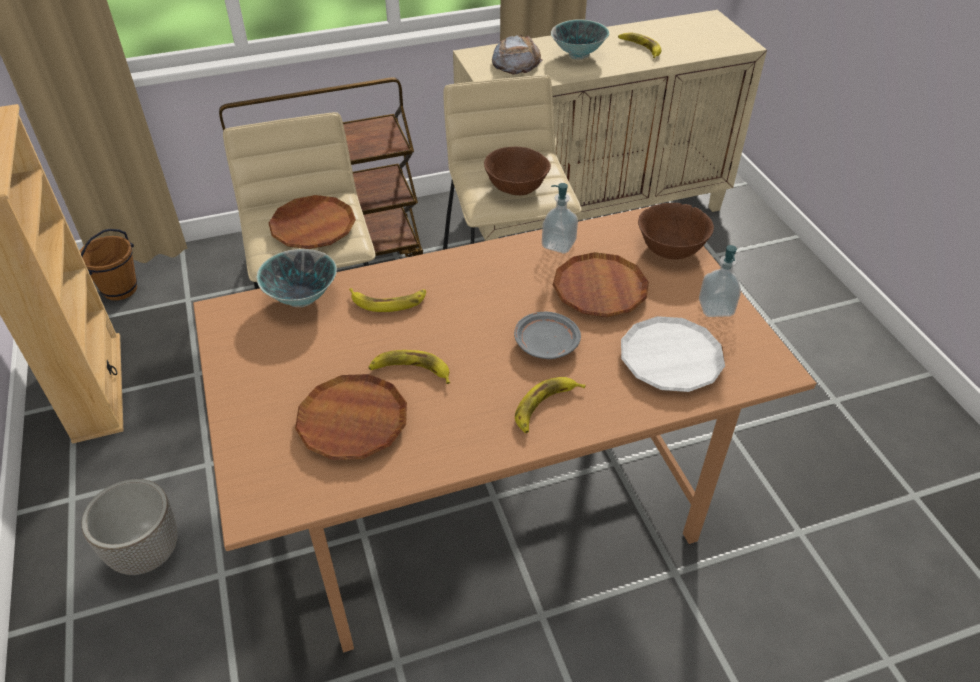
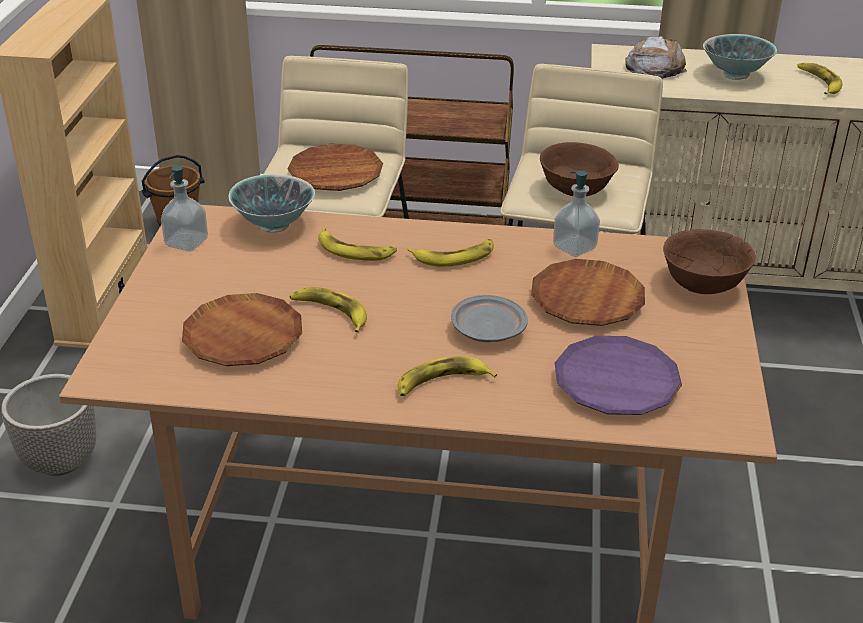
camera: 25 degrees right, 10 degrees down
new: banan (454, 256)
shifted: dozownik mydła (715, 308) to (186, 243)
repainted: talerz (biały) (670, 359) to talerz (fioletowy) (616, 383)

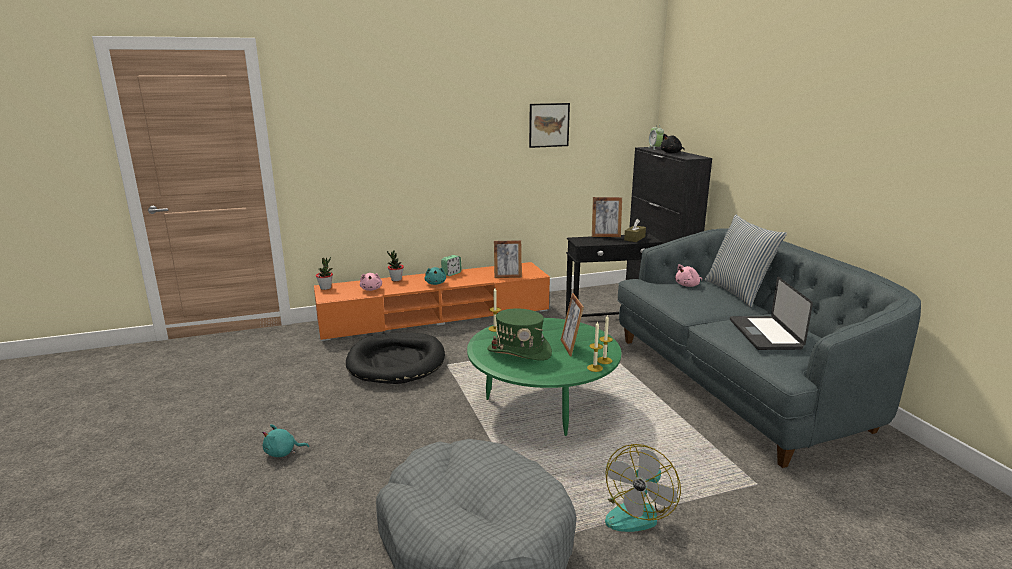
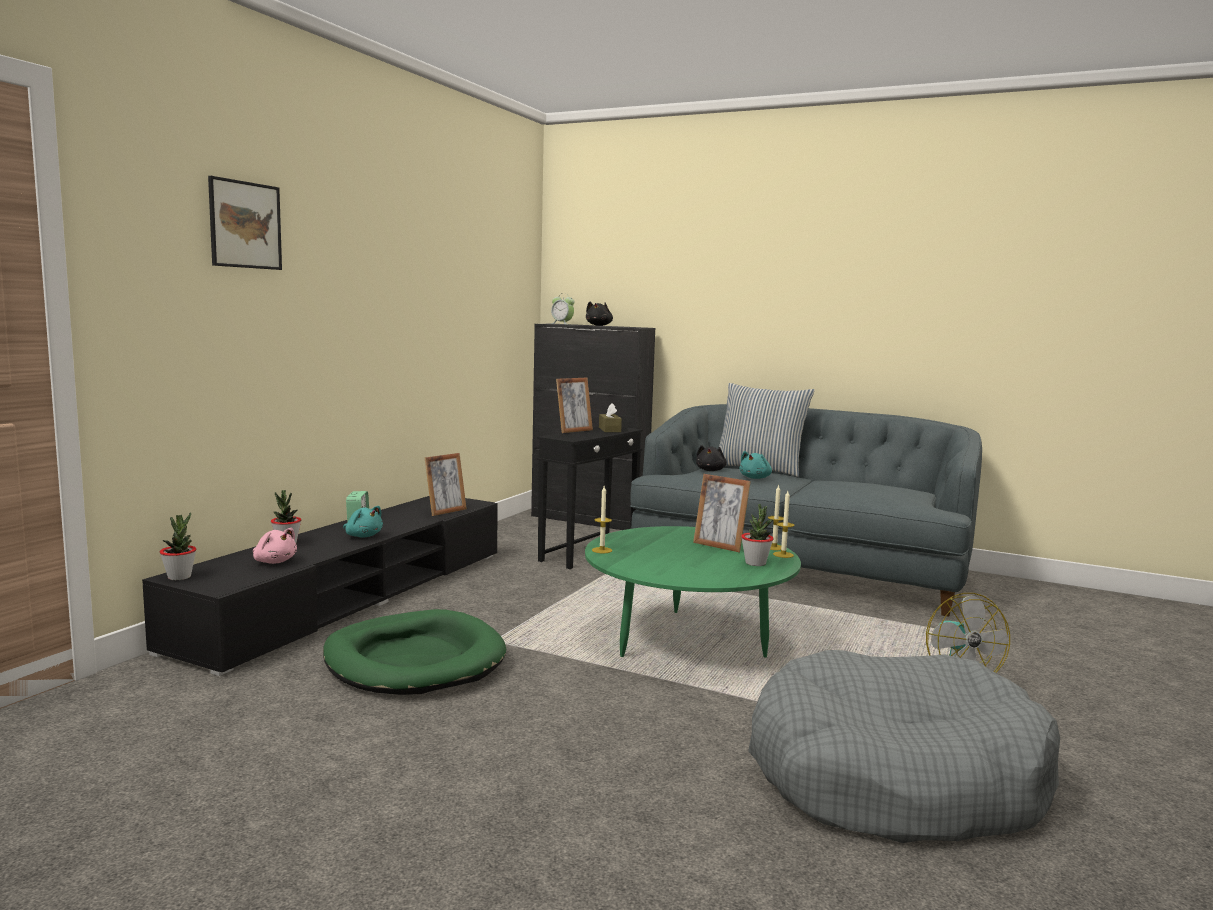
camera: 45 degrees left, 10 degrees down
gone: kapelusz (zielony) (519, 351); laptop (764, 334)
new: roślina doniczkowa (755, 563)
shifted: pluszak (turkusowy) (283, 452) to (755, 478); obraz (549, 125) to (245, 225)
repainted: szafka pod telewizor (pomarańczowy) (436, 316) to szafka pod telewizor (czarny) (353, 596); legowisko (czarny) (396, 362) to legowisko (zielony) (414, 660); pluszak (różowy) (688, 285) to pluszak (czarny) (710, 470)

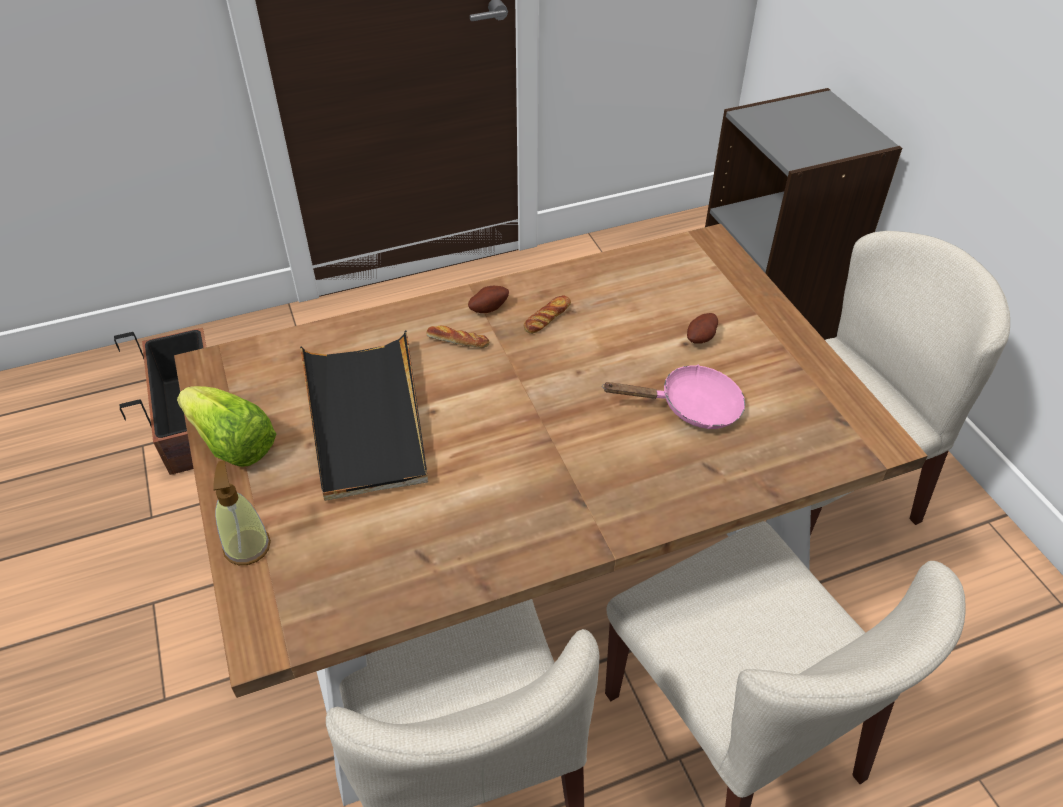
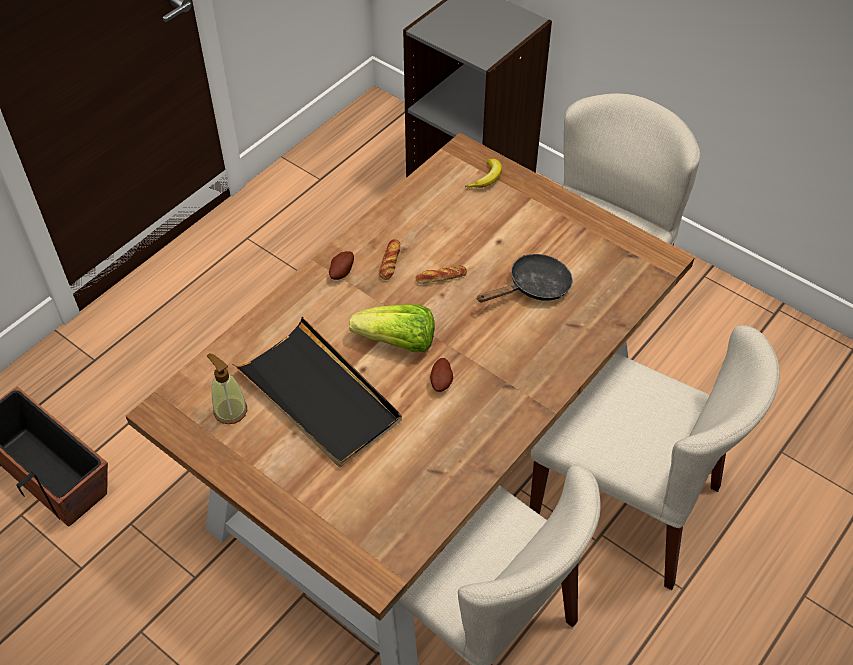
camera: 30 degrees left, 5 degrees up
new: banan (487, 178)
shifted: sałata (232, 444) to (398, 342); dozownik mydła (247, 546) to (230, 410); chleb (458, 341) to (441, 277); ziemniak (701, 338) to (441, 381)
repainted: patelnia (różowy) (691, 407) to patelnia (czarny) (534, 287)

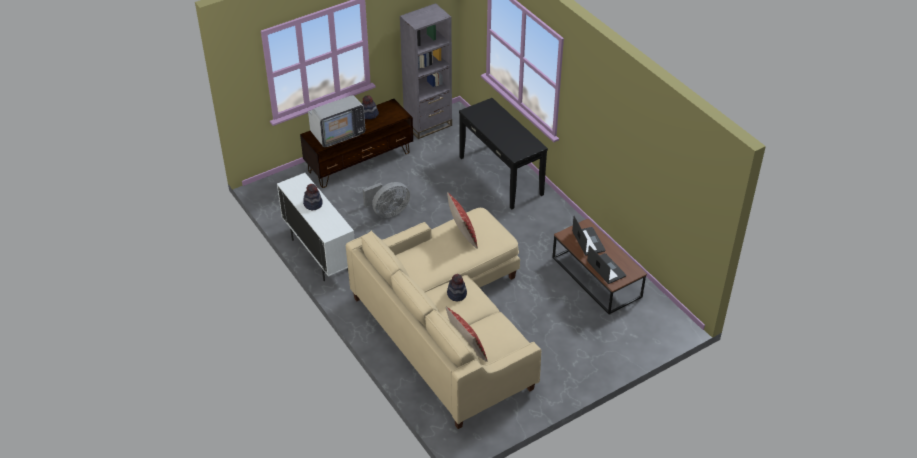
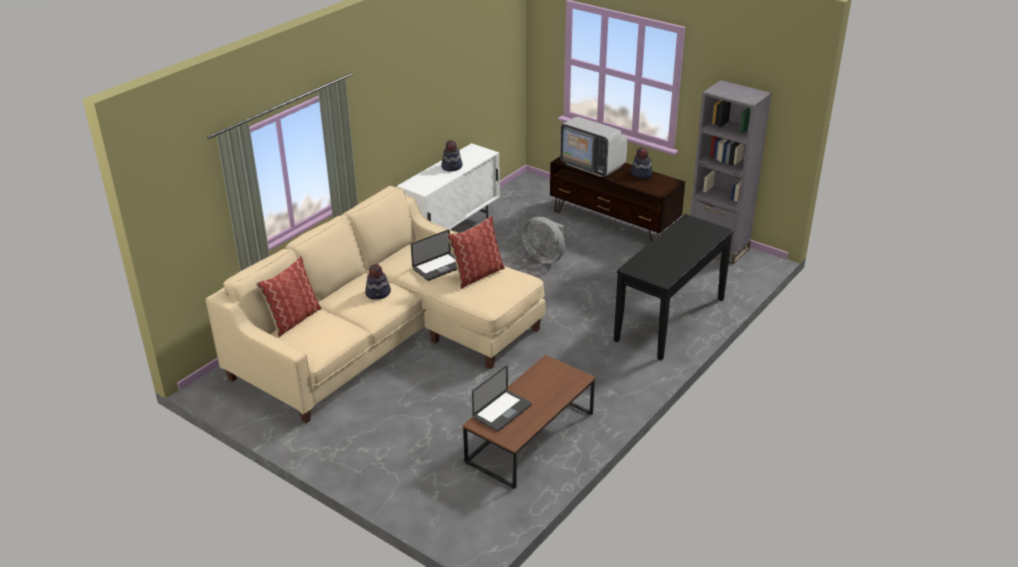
camera: 70 degrees right, 10 degrees down
shifted: laptop (588, 242) to (439, 267)

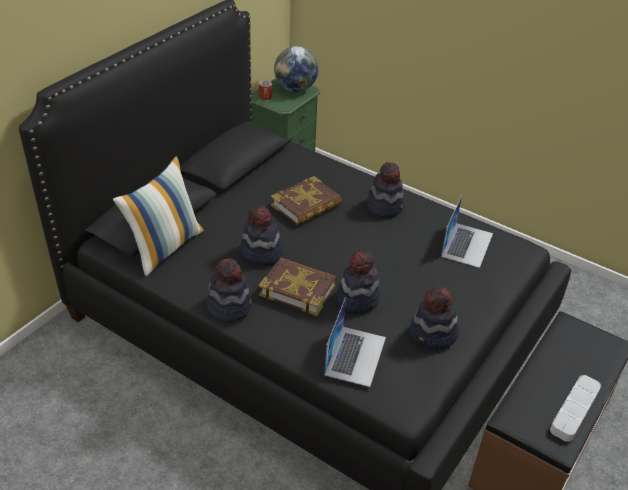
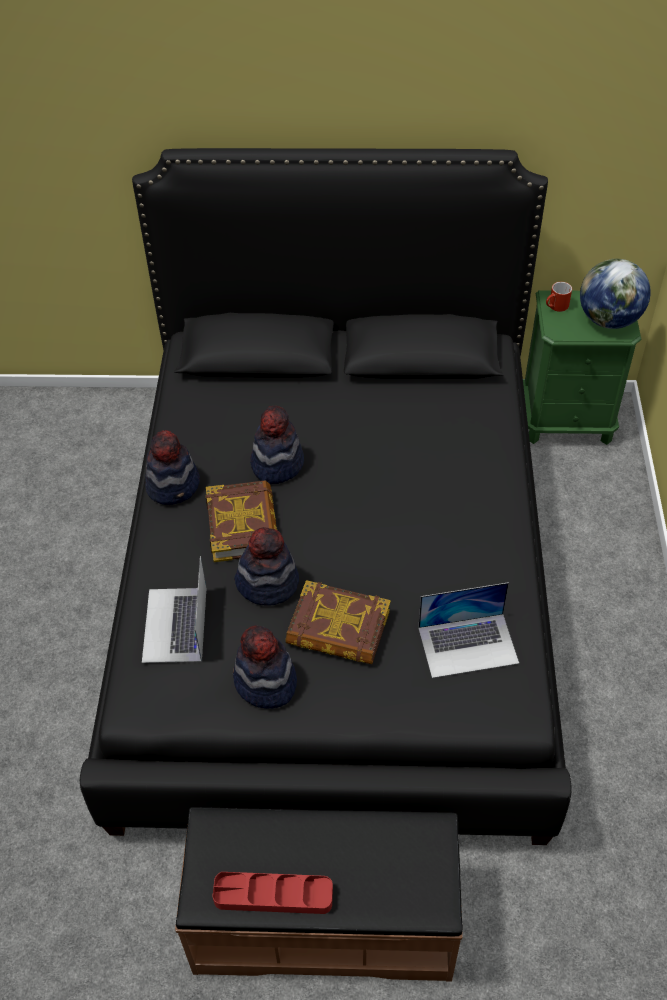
camera: 60 degrees right, 10 degrees up
gone: poduszka (165, 247); kapelusz (385, 206)
shifted: książka (306, 206) to (338, 629)
repainted: taca (szary) (574, 410) to taca (czerwony) (273, 895)
rotated: laptop (355, 355) = (175, 625) 105 degrees clockwise

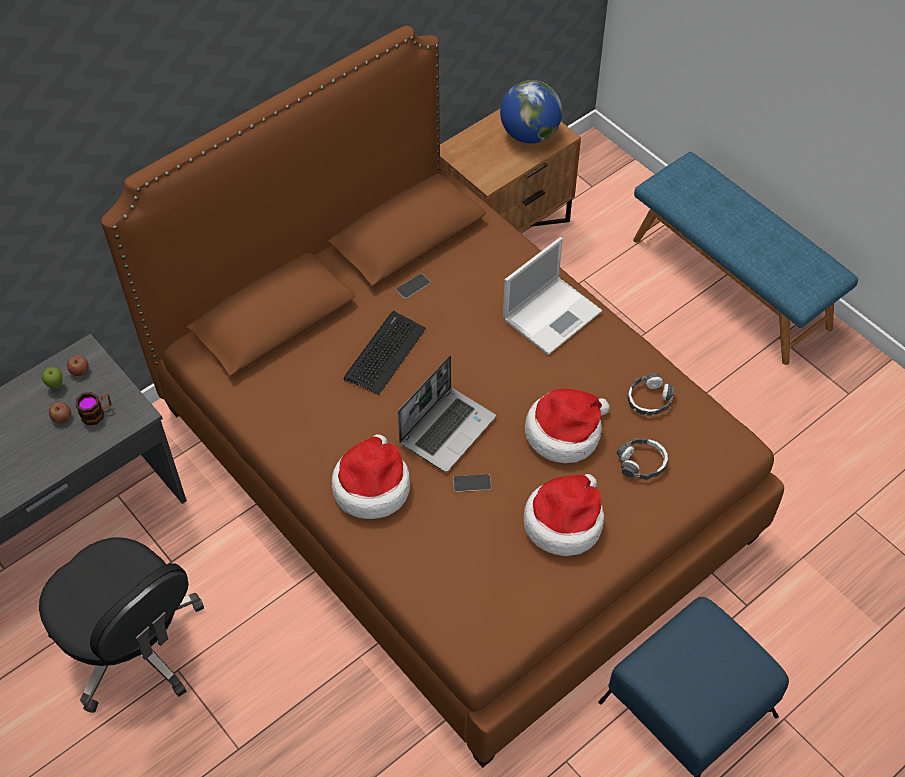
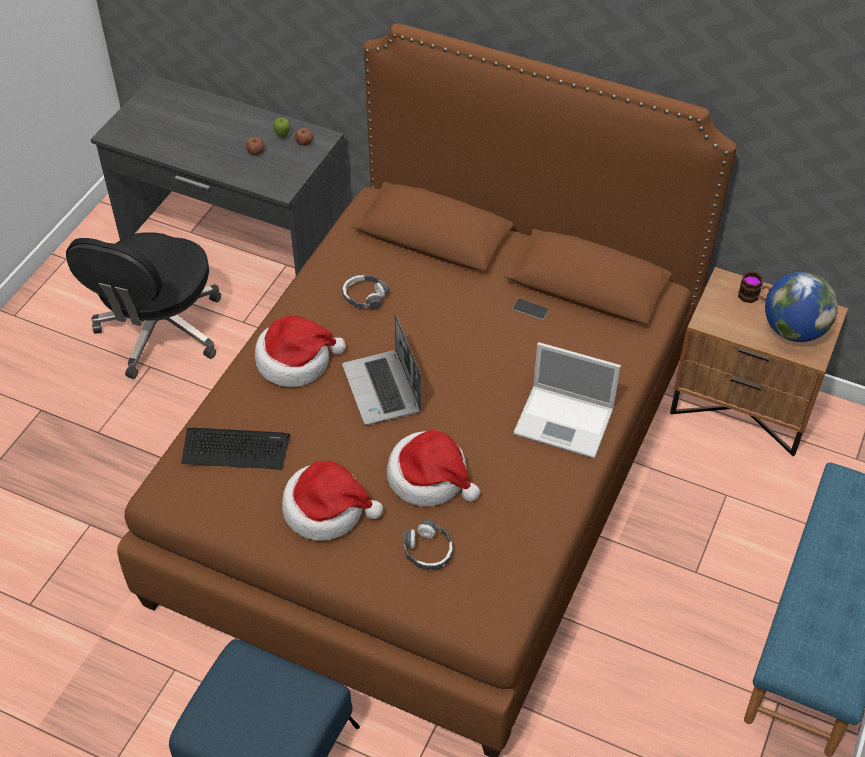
camera: 65 degrees right, 5 degrees down
gone: telefon (472, 483)
shifted: kubek (97, 413) to (752, 297); klawiatura (385, 353) to (235, 449); słuchawki (649, 399) to (365, 297)
rotated: laptop (447, 429) = (383, 389) 60 degrees clockwise

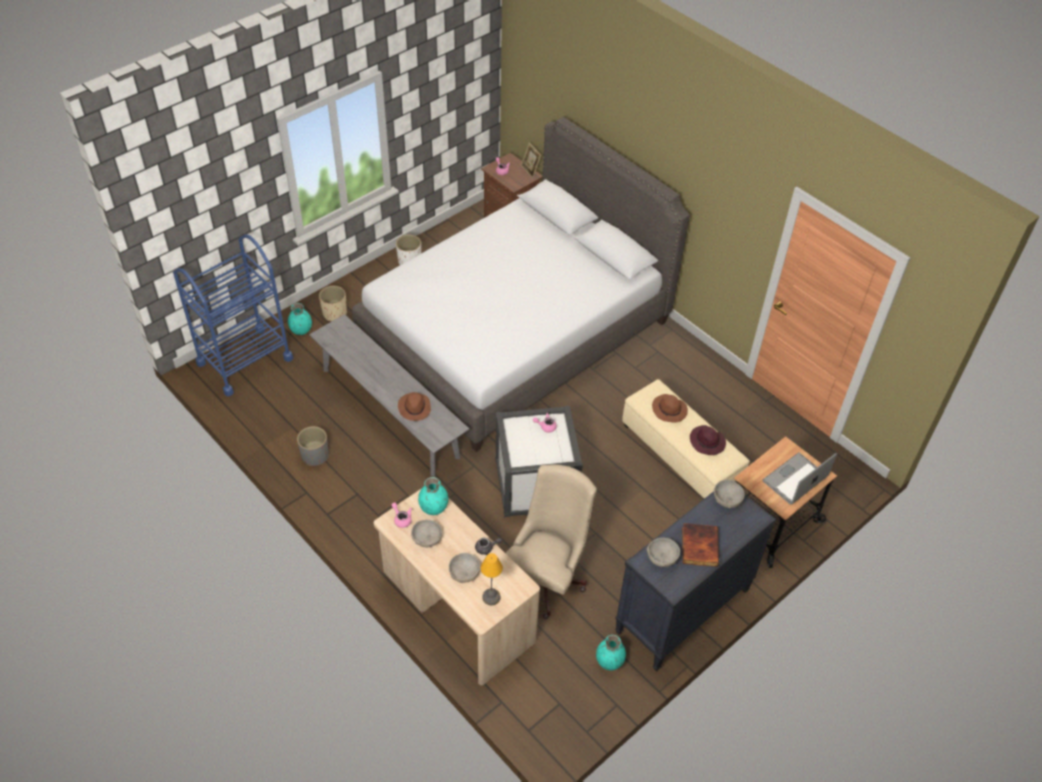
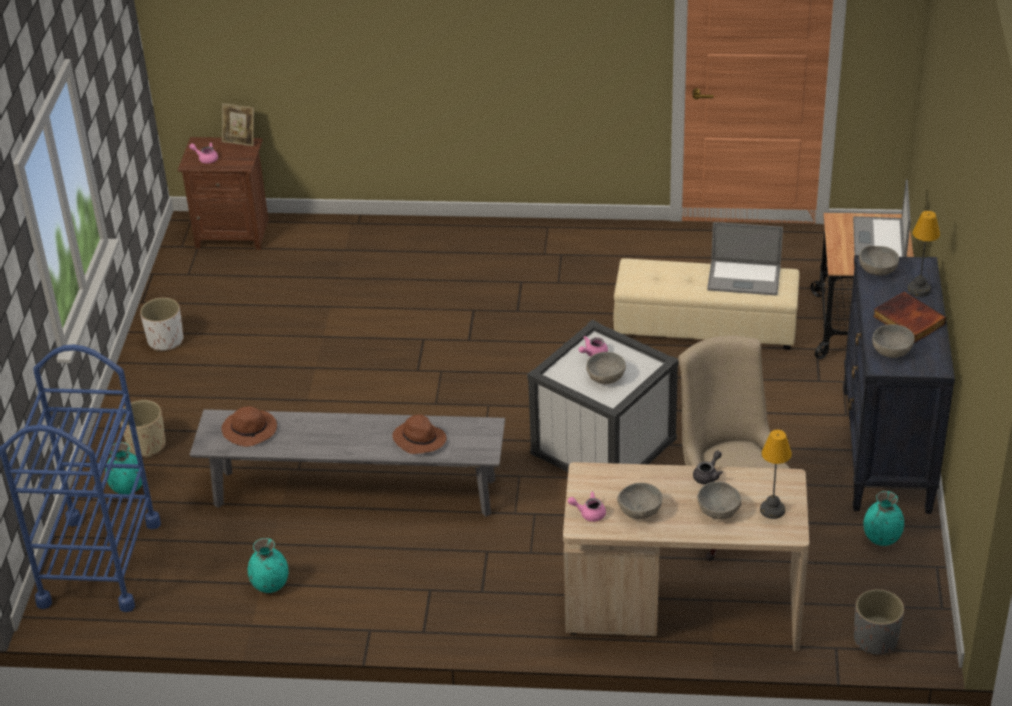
camera: 40 degrees left, 10 degrees down
gone: łóżko (szary) (514, 332)
new: miska (szary) (605, 377); lampa stołowa (919, 290)
shifted: donica (szary) (315, 456) to (876, 639); wazon (turkusowy) (433, 507) to (270, 585); kapelusz (brązowy) (669, 410) to (250, 430)
swapped: kapelusz (fioletowy) (707, 442) to laptop (744, 278)

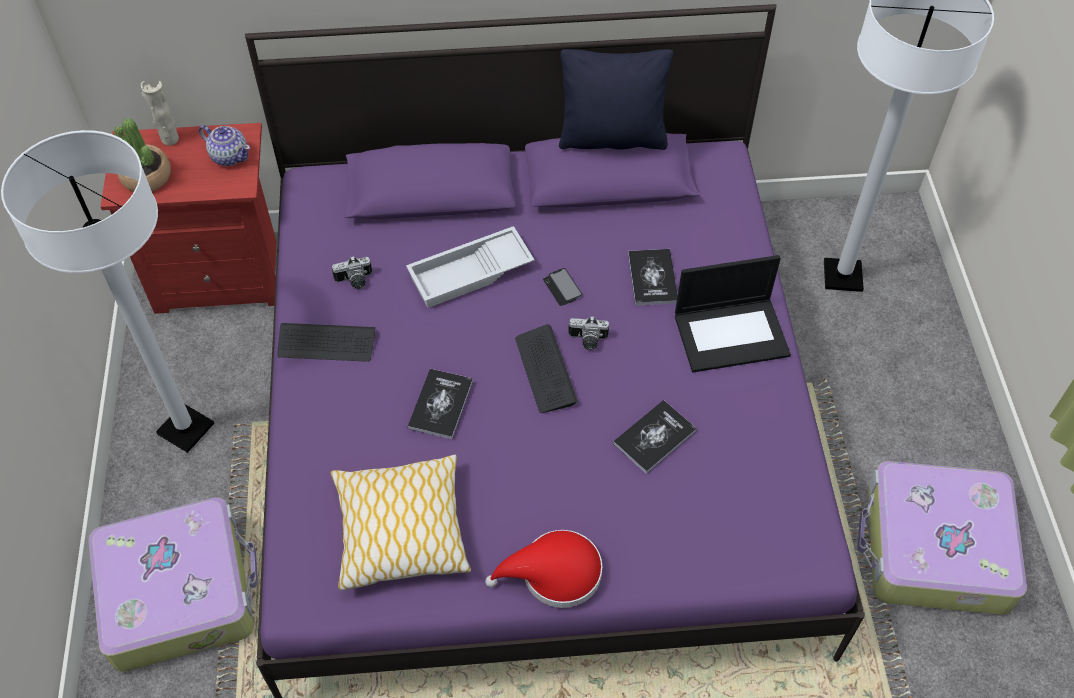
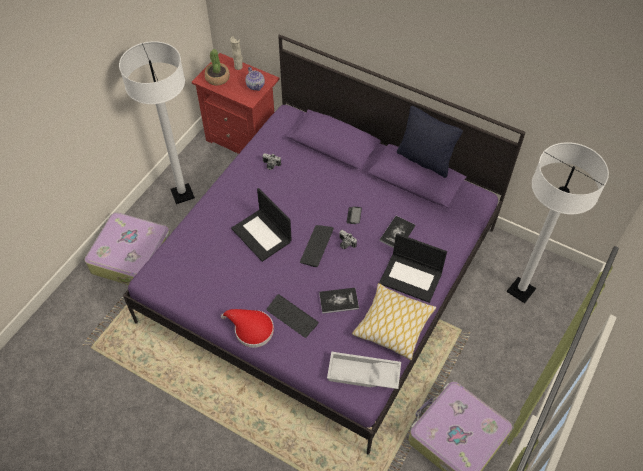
camera: 35 degrees right, 0 degrees up
shifted: klawiatura (326, 343) to (292, 316); poduszka (401, 530) to (393, 325); taca (biały) (470, 274) to (362, 374)
swapped: książka (440, 404) to laptop (262, 235)

